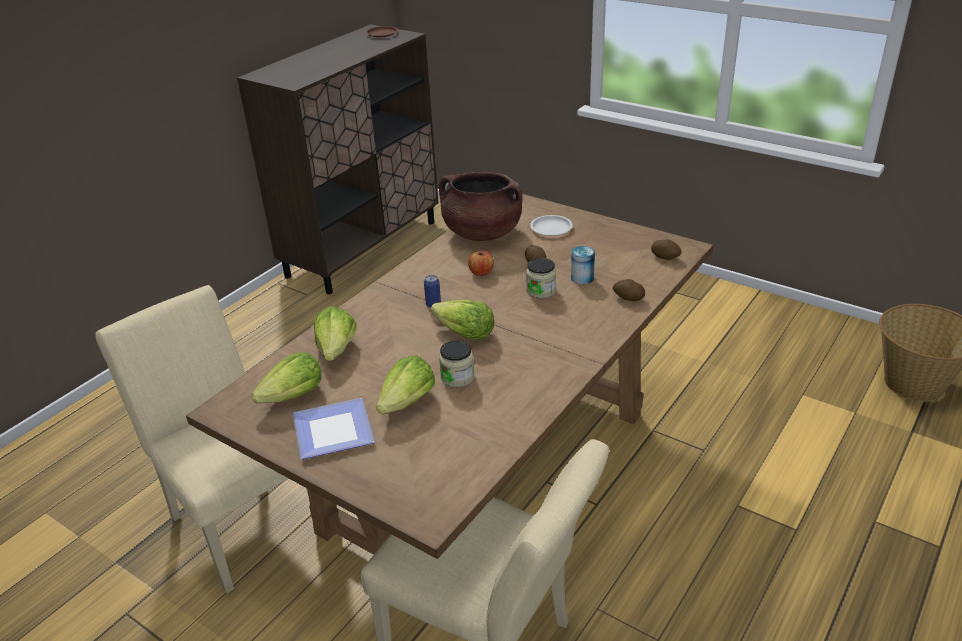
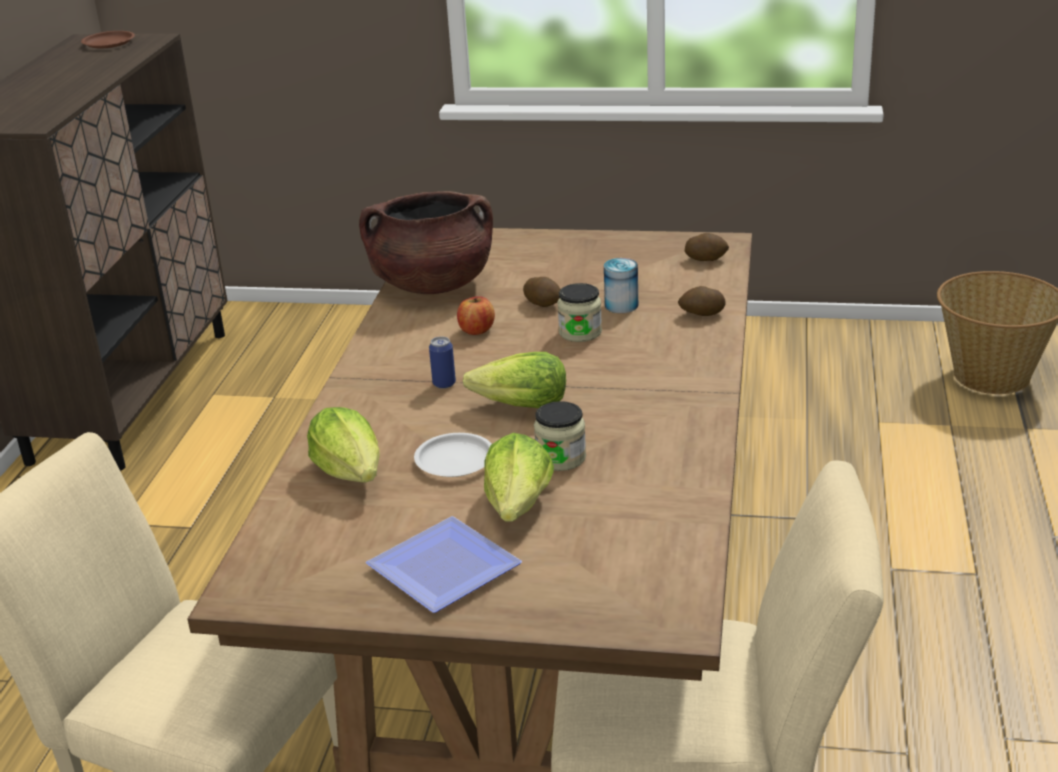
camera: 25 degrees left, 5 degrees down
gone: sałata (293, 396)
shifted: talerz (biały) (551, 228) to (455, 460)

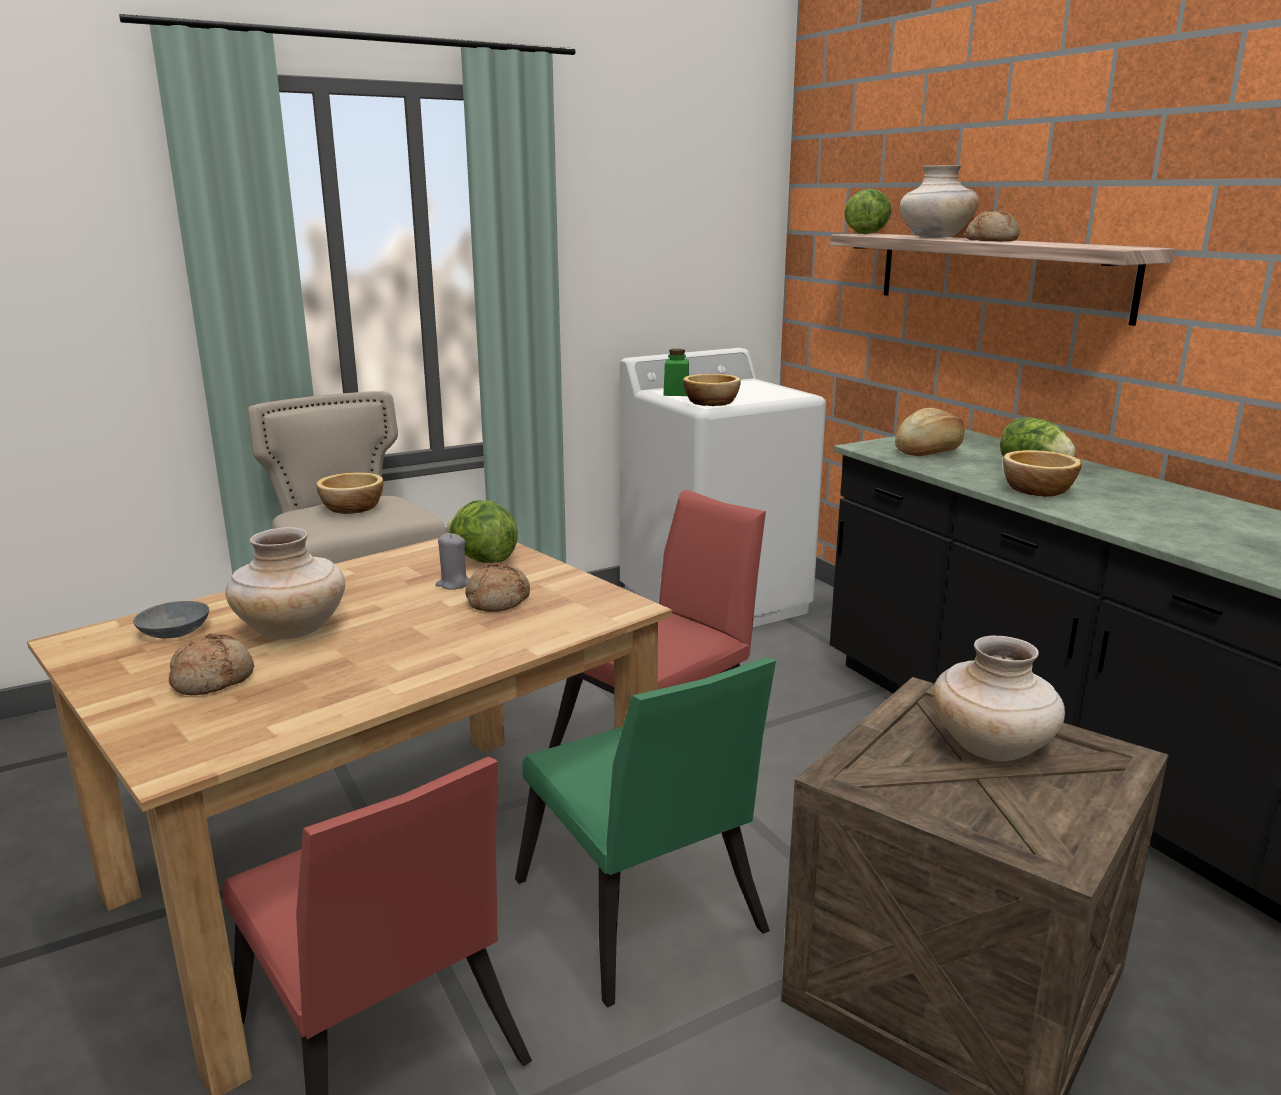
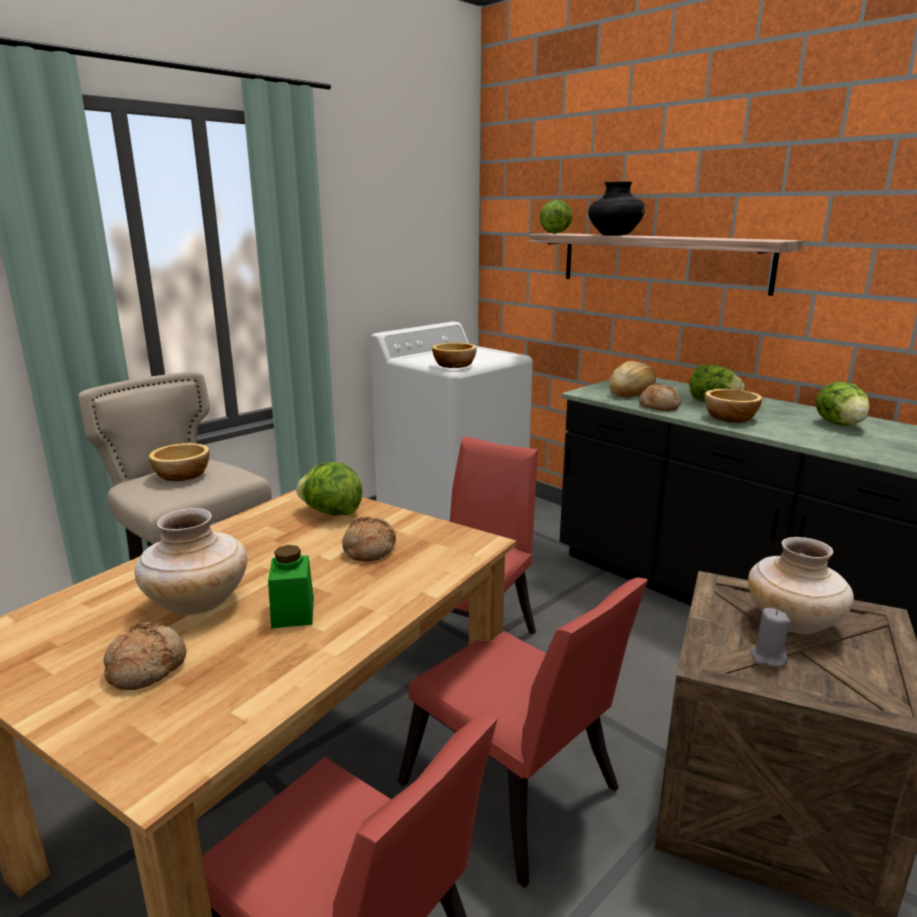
camera: 15 degrees left, 0 degrees up
gone: miska (szary) (175, 631)
new: sałata (839, 424)
shifted: świeca (szary) (453, 584) to (767, 658); słoik (zielony) (676, 393) to (293, 612); chleb (992, 240) to (659, 406)
repainted: krzesło (zielony) (642, 918) to krzesło (czerwony) (516, 796); wazon (beżowy) (934, 237) to wazon (czarny) (614, 235)

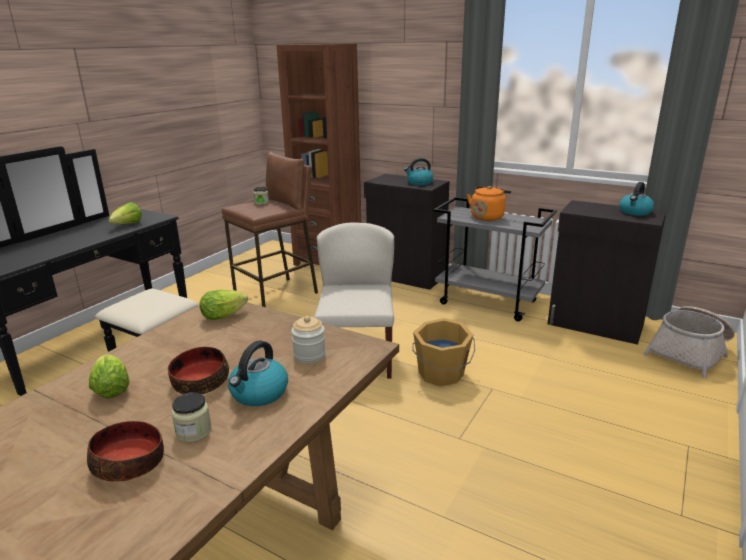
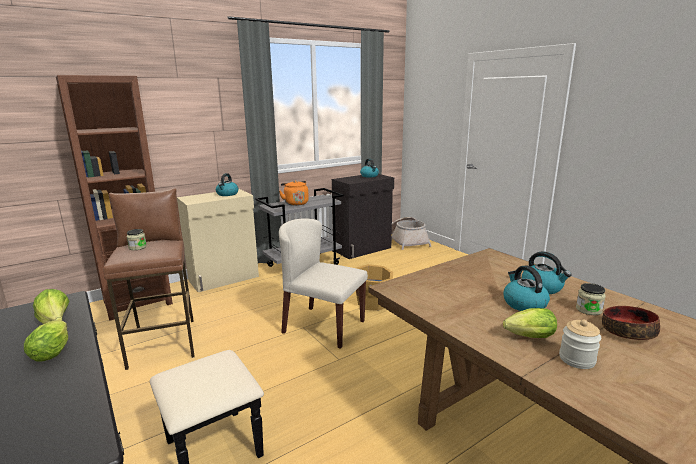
camera: 65 degrees left, 5 degrees down
shifted: sałata (226, 315) to (53, 351); słoik (309, 355) to (577, 359)
swapped: miska (200, 382) to czajnik (523, 304)
repainted: szafka (czarny) (406, 276) to szafka (beżowy) (224, 278)

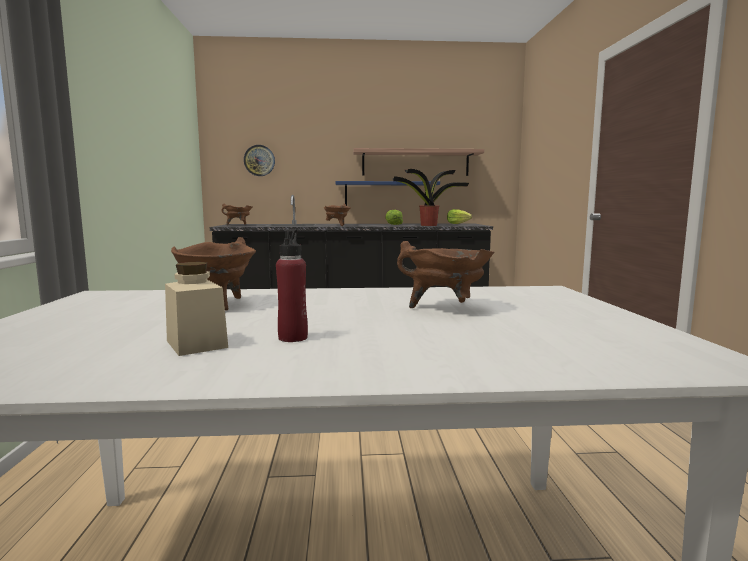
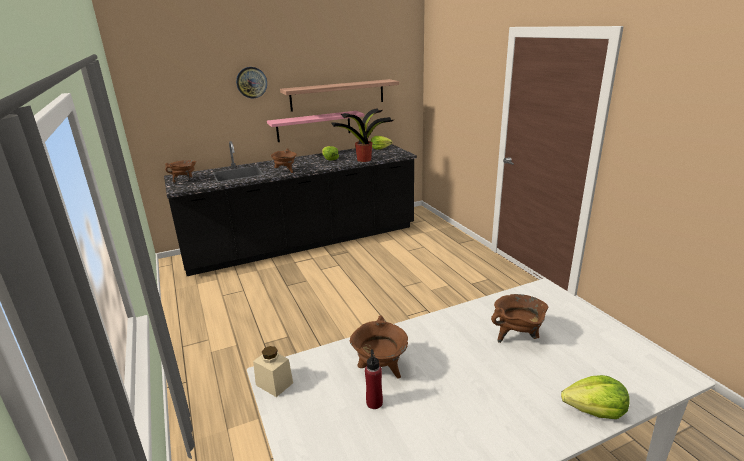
camera: 20 degrees left, 15 degrees up
new: sałata (595, 411)
shifted: słoik (beżowy) (196, 344) to (274, 384); zegar ścienny (259, 160) to (251, 82); butelka (czerwony) (293, 338) to (374, 403)
repainted: półka (niebieski) (386, 194) to półka (różowy) (314, 126)

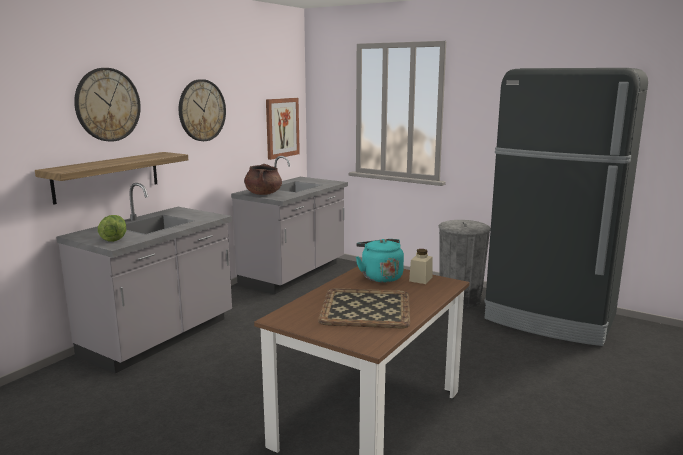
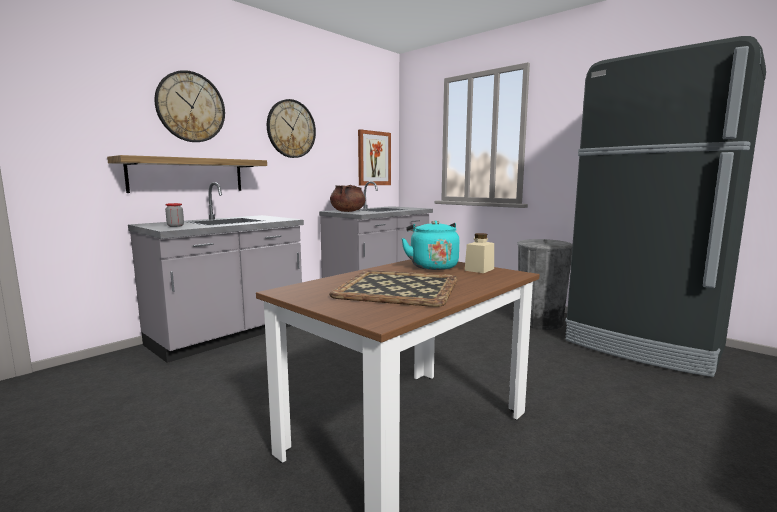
camera: 10 degrees right, 5 degrees down
swapped: sałata (114, 238) to słoik (175, 226)

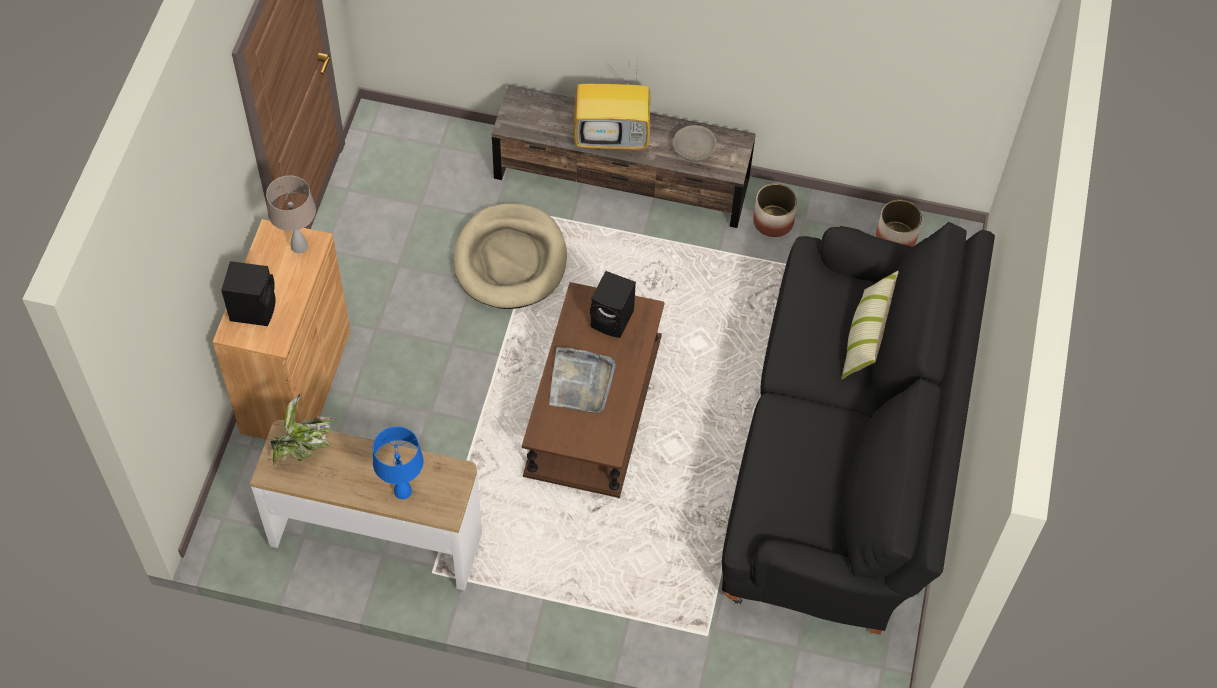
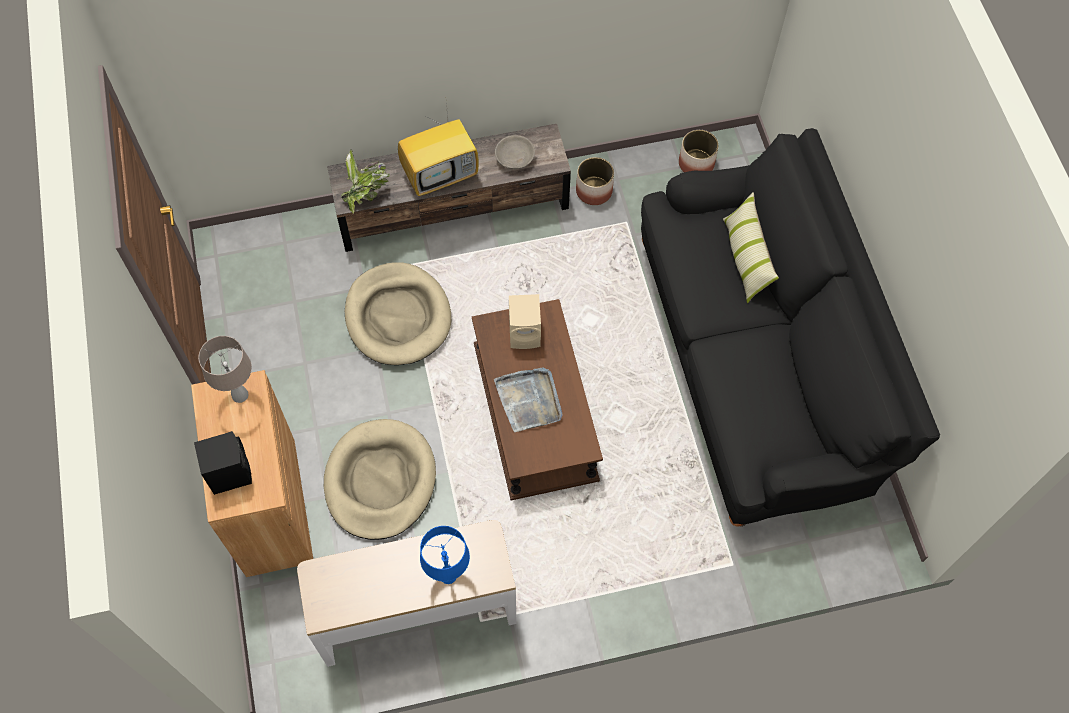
camera: 25 degrees left, 5 degrees up
new: legowisko (beżowy) (380, 481)
shifted: roślina doniczkowa (304, 448) to (367, 193)
repainted: głośnik (czarny) (613, 320) to głośnik (beżowy) (526, 333)

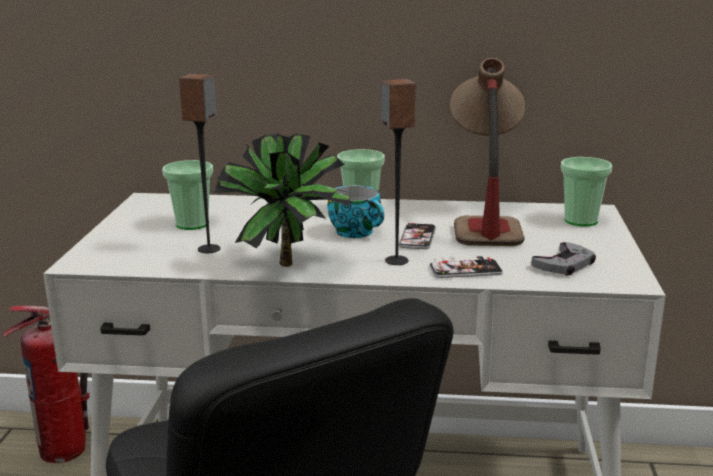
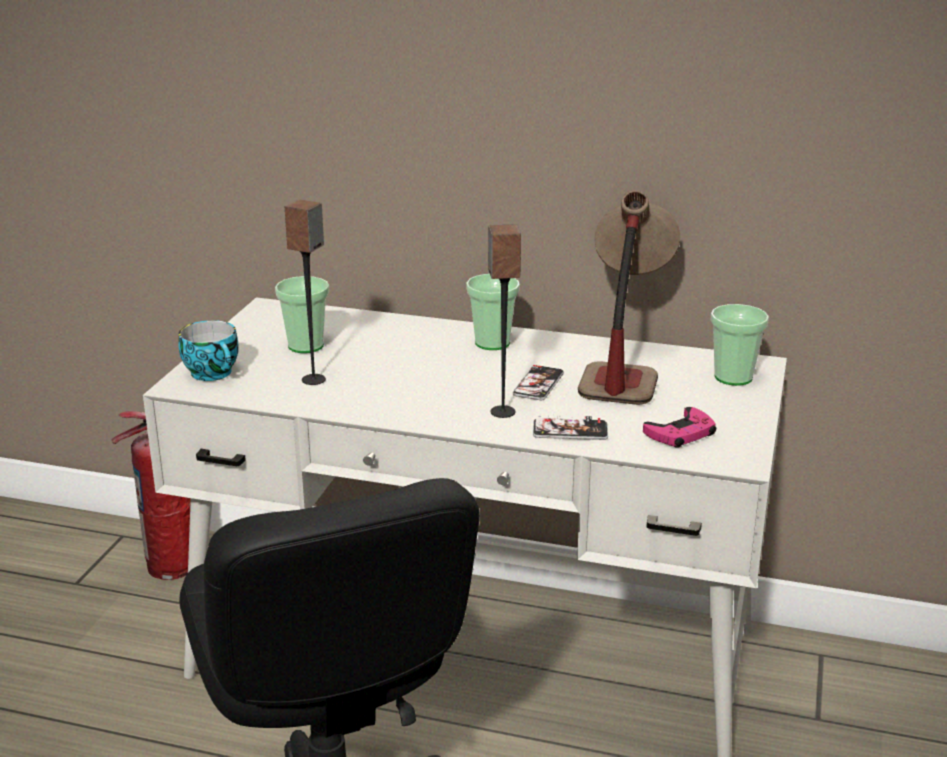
camera: 10 degrees right, 5 degrees up
gone: roślina doniczkowa (290, 268)
shifted: filiżanka (357, 232) to (214, 373)
repainted: pad do gier (szary) (564, 265) to pad do gier (różowy) (681, 433)

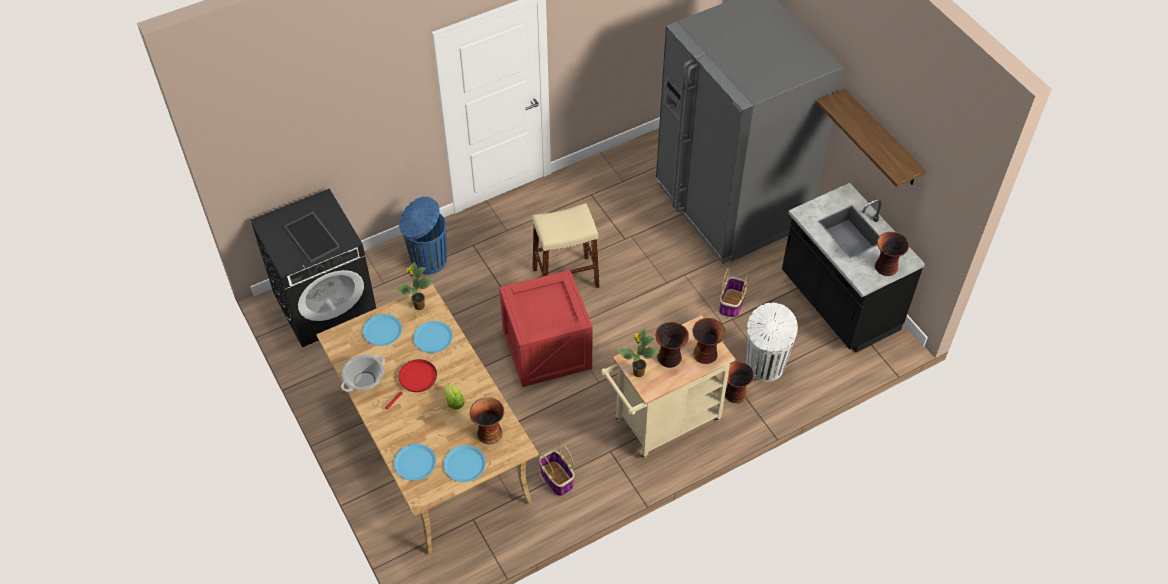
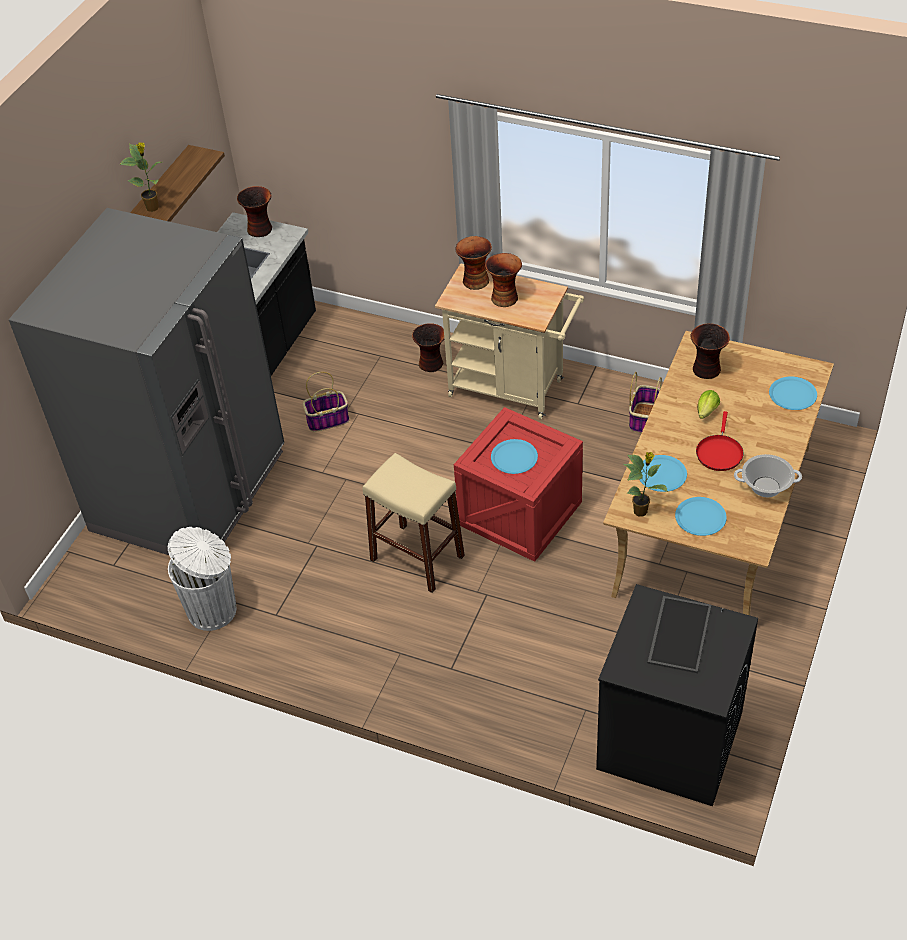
camera: 125 degrees left, 5 degrees down
gone: kosz na śmieci (niebieski) (427, 260)
shifted: talerz (niebieski) (464, 464) to (514, 457); roślina doniczkowa (638, 373) to (153, 208); kosz na śmieci (biały) (764, 367) to (214, 610)
rotated: patelnia (czerwony) (416, 380) = (719, 452) 75 degrees counterclockwise

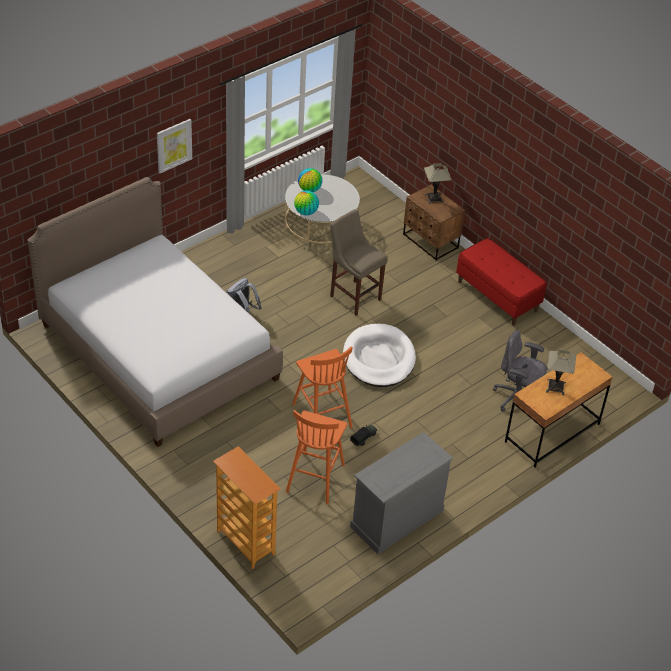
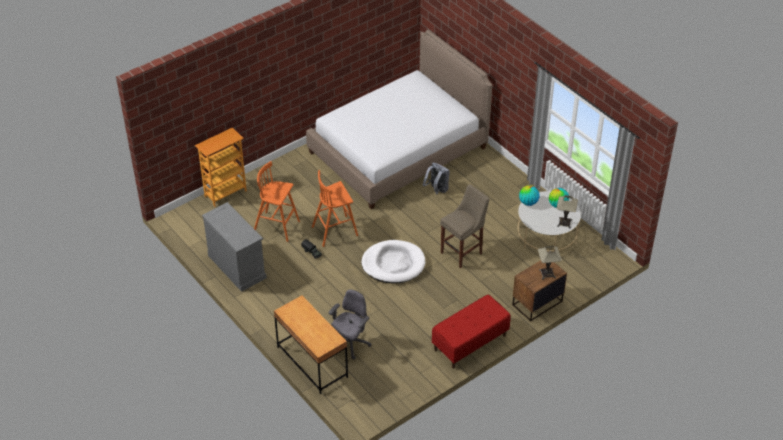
camera: 95 degrees right, 0 degrees up
gone: obraz (174, 145)
shifted: lampa stołowa (555, 387) to (564, 223)

